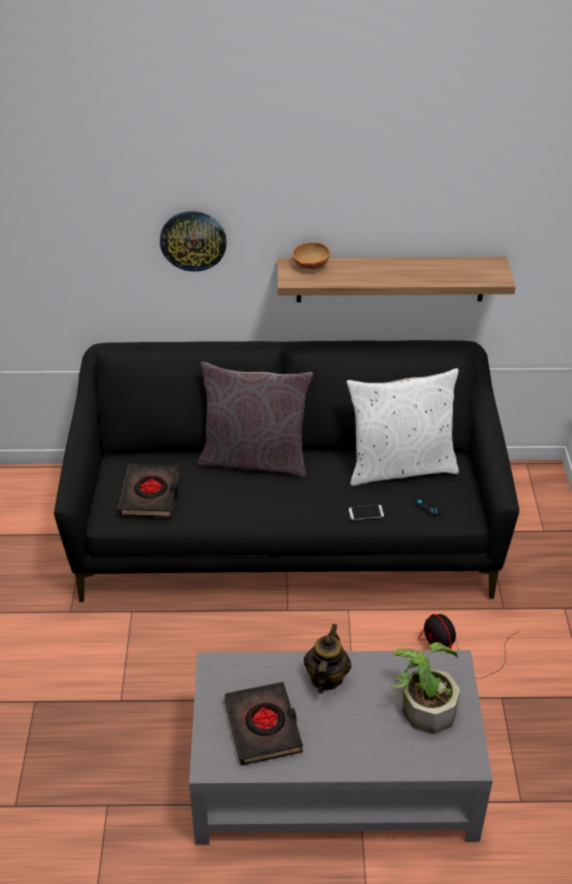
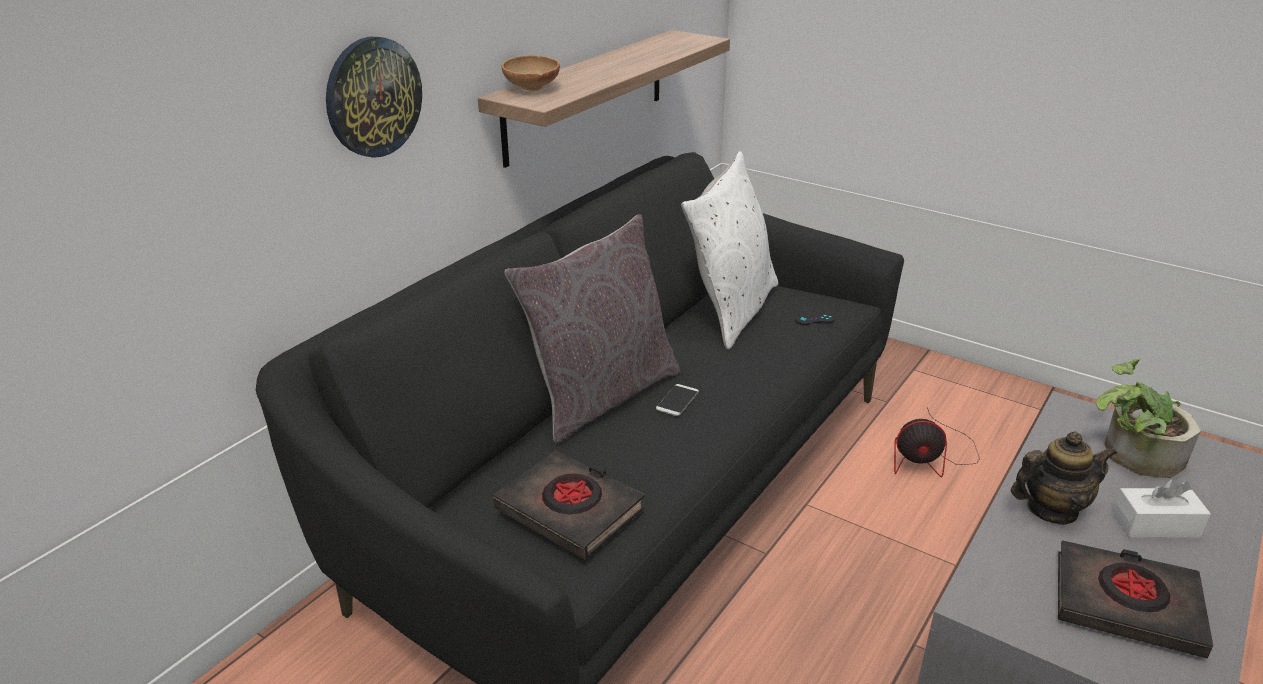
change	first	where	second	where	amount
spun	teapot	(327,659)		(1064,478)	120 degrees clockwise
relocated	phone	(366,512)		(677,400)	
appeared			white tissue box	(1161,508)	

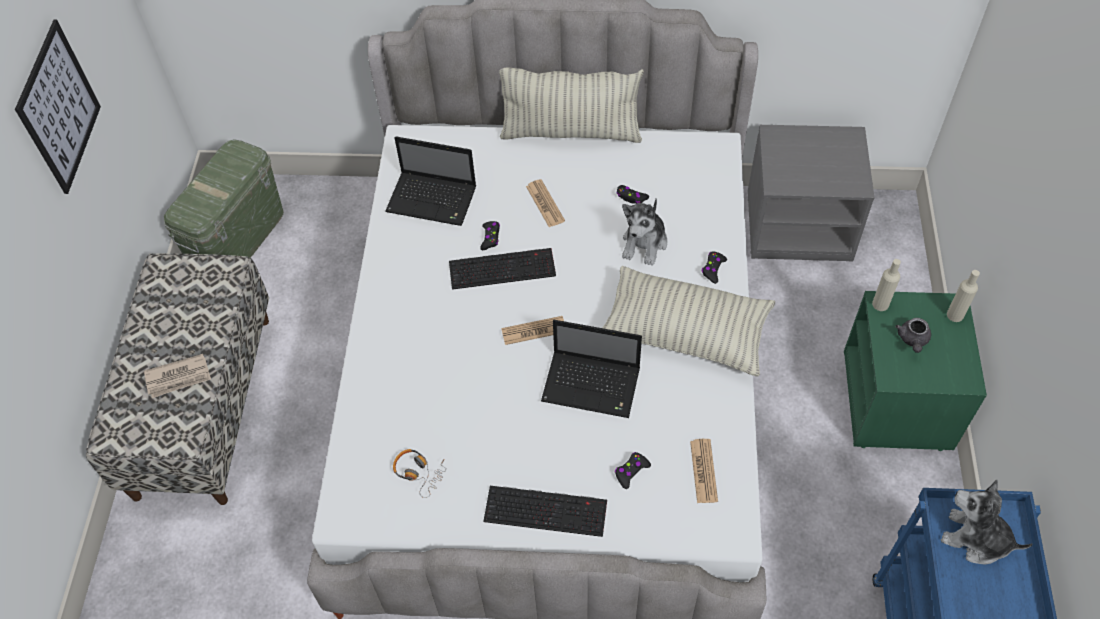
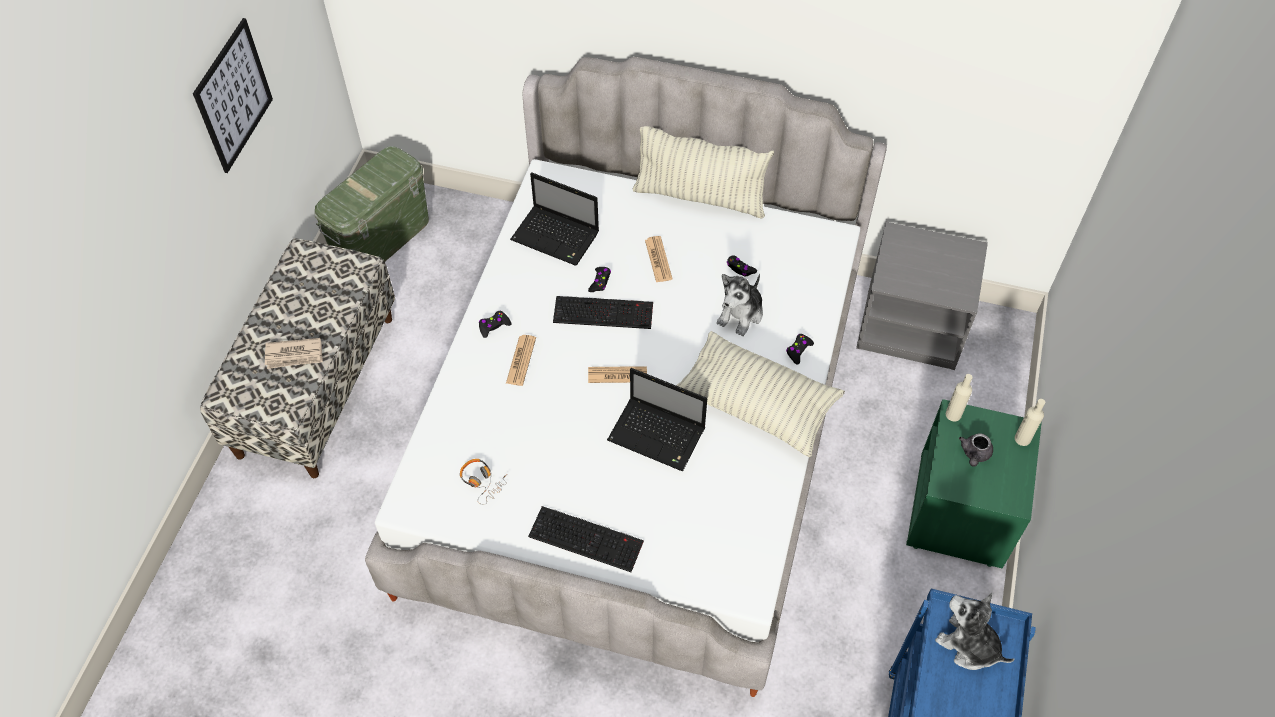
change	first	where	second	where	amount
relocated	black game controller	(633,470)		(495,324)	
relocated	newspaper	(704,471)		(521,360)	

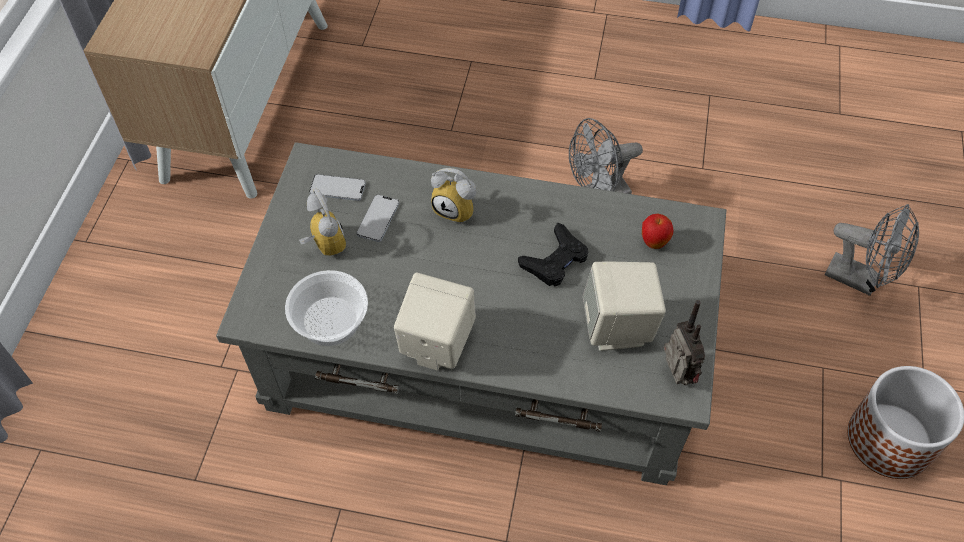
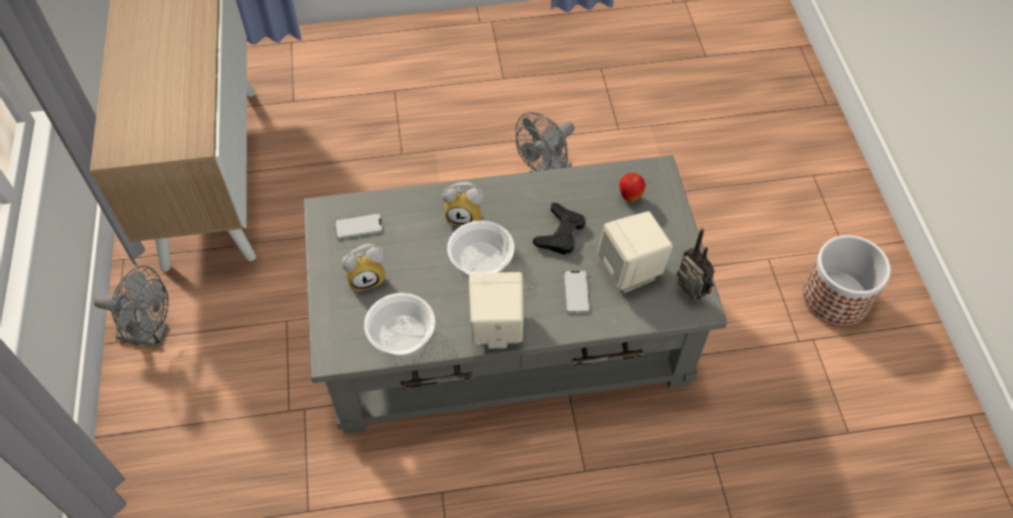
change	first	where	second	where	amount
spun	alarm clock	(322,222)		(363,268)	120 degrees clockwise
relocated	phone	(378,218)		(577,292)	
relocated	grey fan	(872,250)		(131,306)	
appeared			bowl	(481,249)	

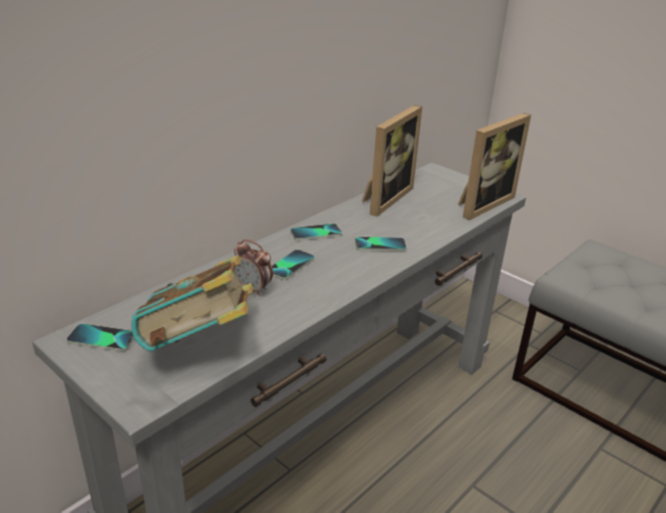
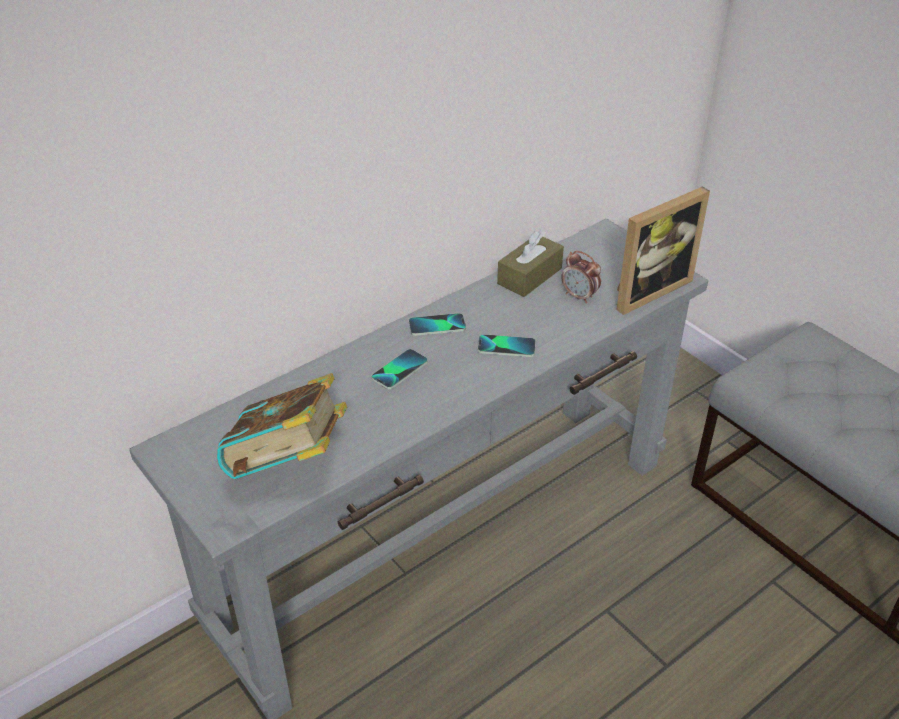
change	first	where	second	where	amount
missing	phone	(100,337)			
relocated	alarm clock	(253,267)		(581,277)	
exchanged	picture frame	(392,161)	brown tissue box	(530,263)	

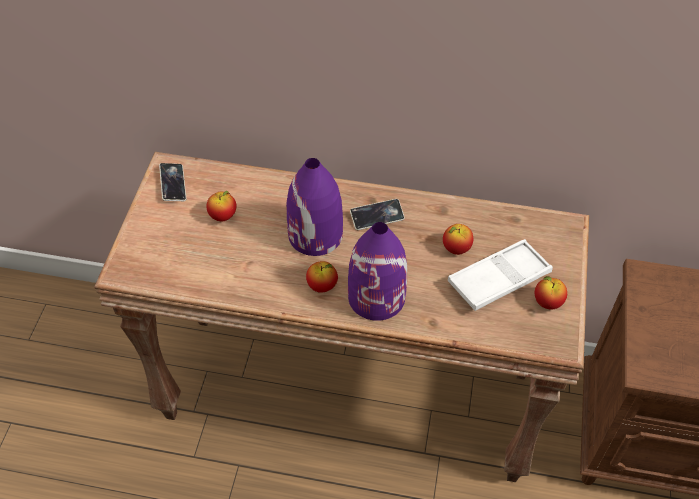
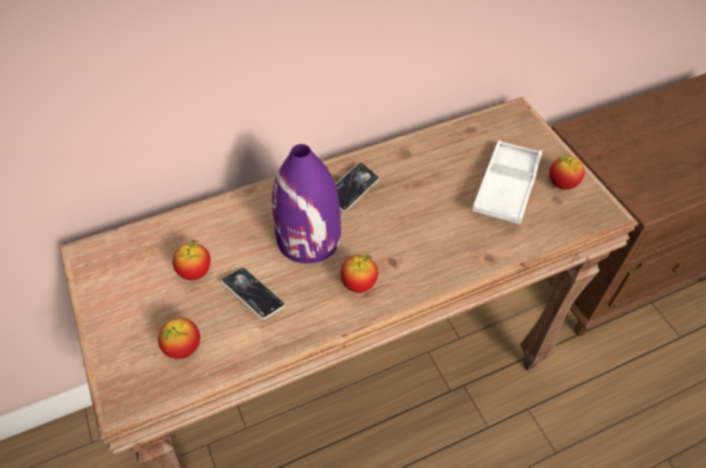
change	first	where	second	where	amount
relocated	phone	(172,182)		(253,294)	
missing	purple vase	(377,271)			
relocated	apple	(458,239)		(179,338)	

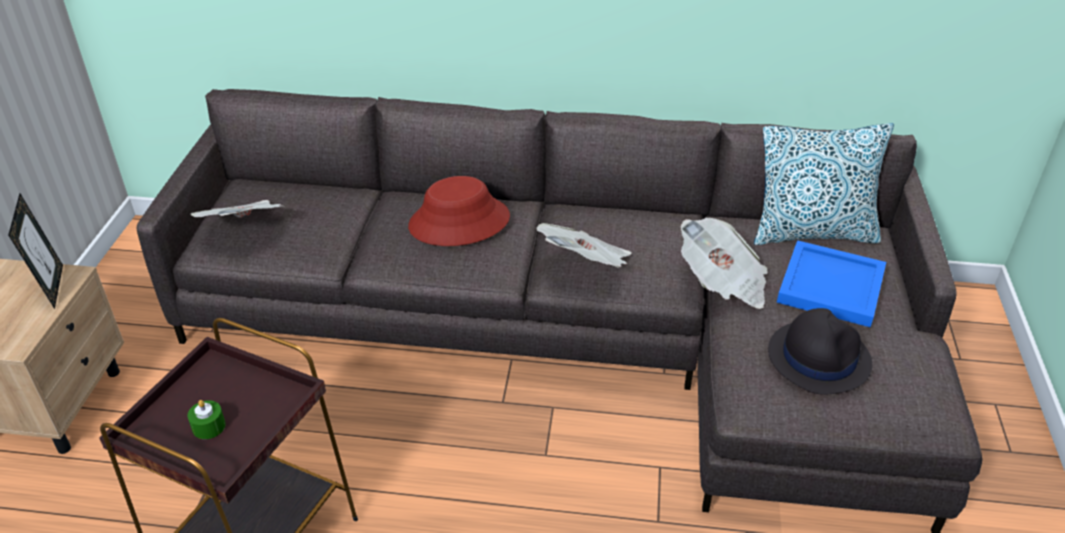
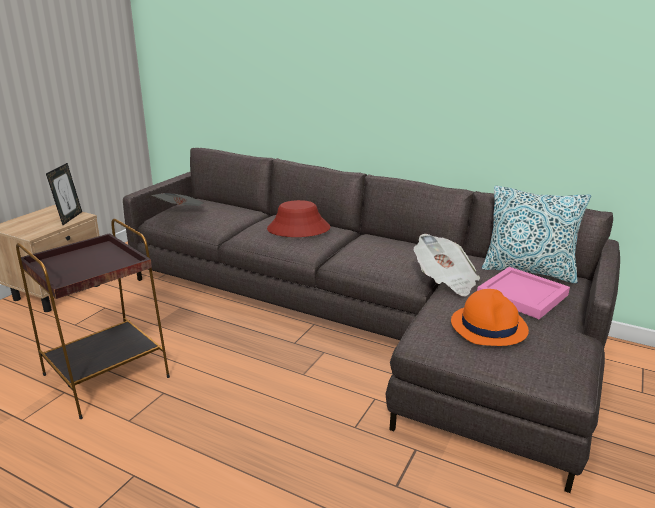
change	first	where	second	where	amount
missing	green candle	(206,419)			
missing	newspaper	(584,245)			
colour	black hat	(820,351)	orange hat	(490,317)	
colour	blue tray	(831,284)	pink tray	(523,293)	

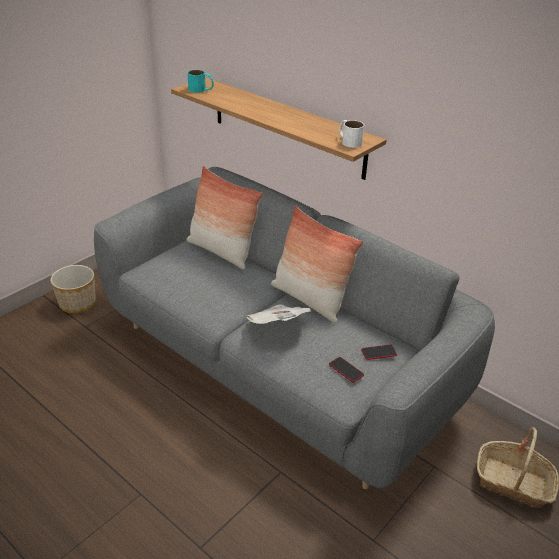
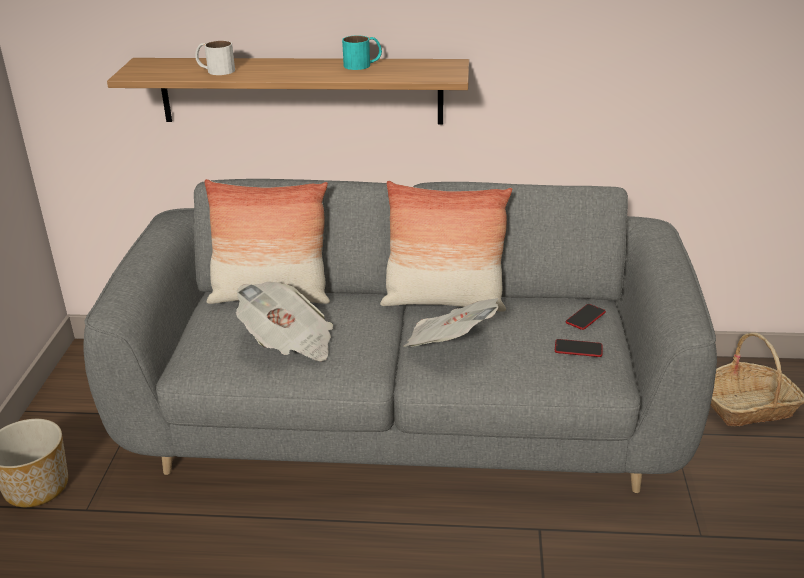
change	first	where	second	where	amount
relocated	turquoise mug	(201,81)		(362,53)	
relocated	white mug	(351,134)		(215,58)	
appeared			newspaper	(284,321)	

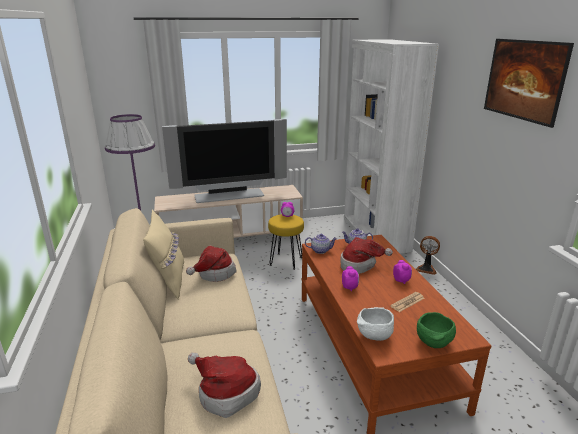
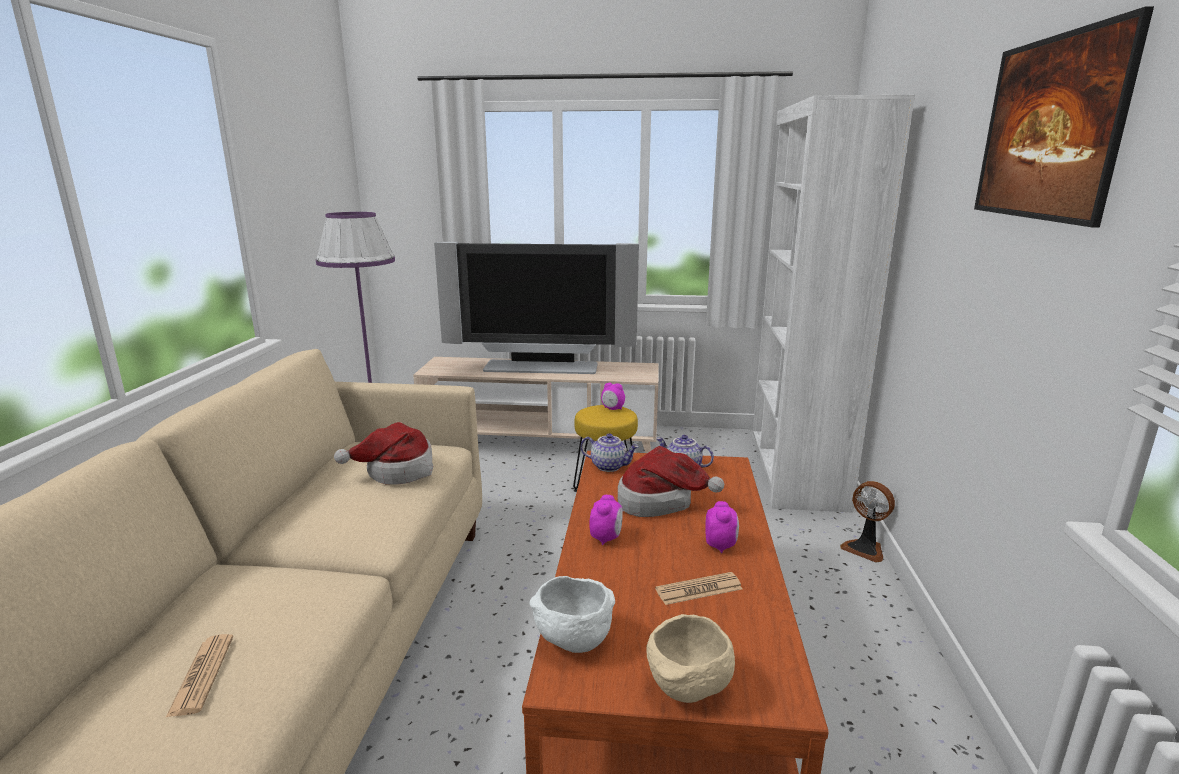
change	first	where	second	where	amount
missing	beige pillow	(163,254)			
exchanged	hat	(224,385)	newspaper	(199,676)	
colour	green bowl	(436,330)	beige bowl	(690,658)	

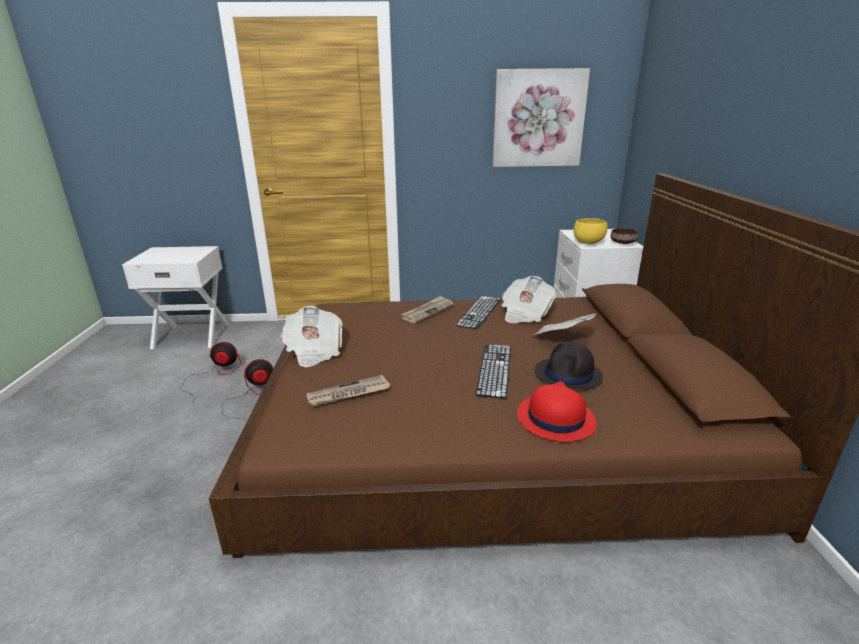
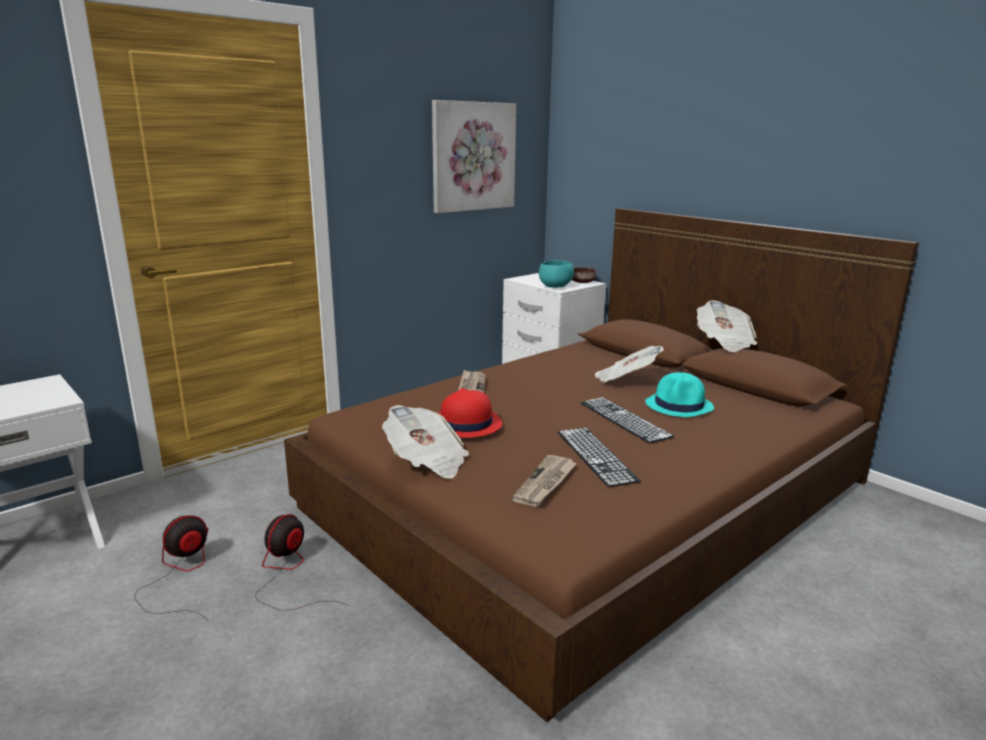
change	first	where	second	where	amount
relocated	keyboard	(478,312)		(599,457)	
relocated	newspaper	(529,299)		(727,326)	
relocated	red hat	(556,411)		(470,413)	
colour	black hat	(569,366)	turquoise hat	(679,394)	
colour	yellow bowl	(590,231)	turquoise bowl	(556,274)	

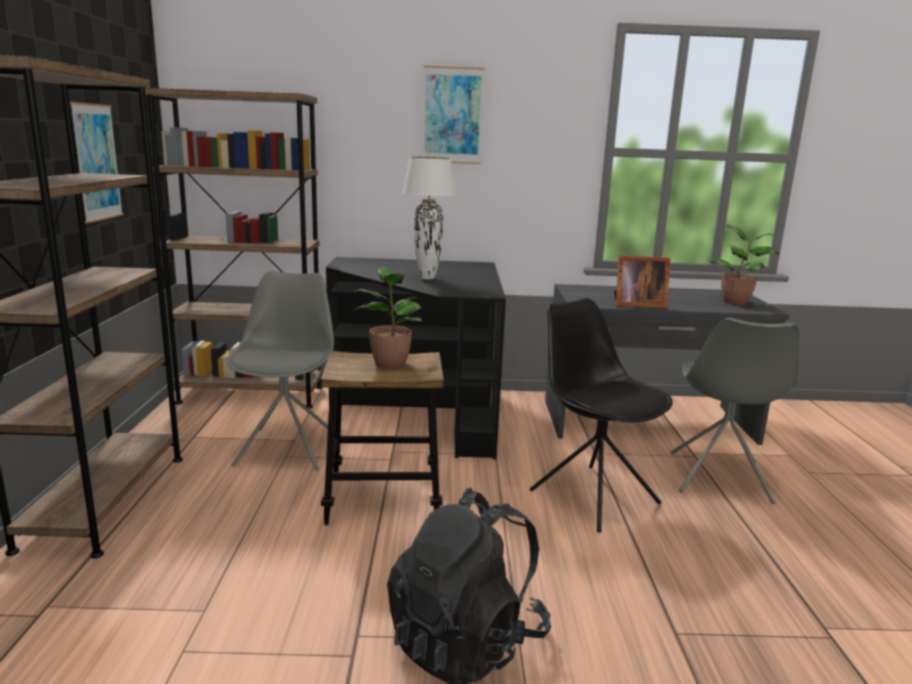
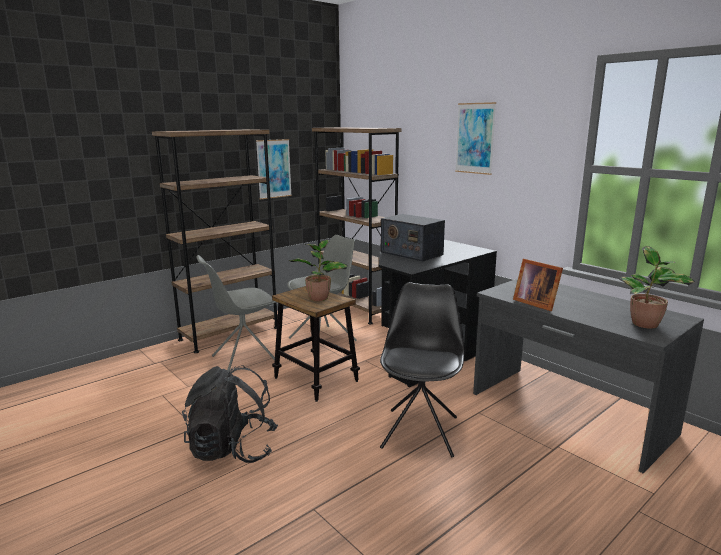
change	first	where	second	where	amount
exchanged	white table lamp	(429,218)	radio	(413,237)	
relocated	grey chair	(734,411)		(236,313)	

